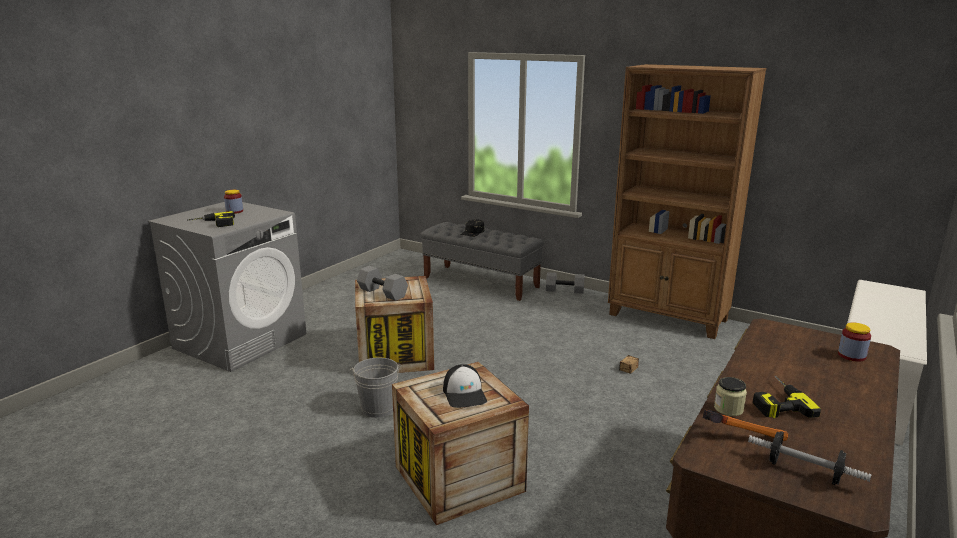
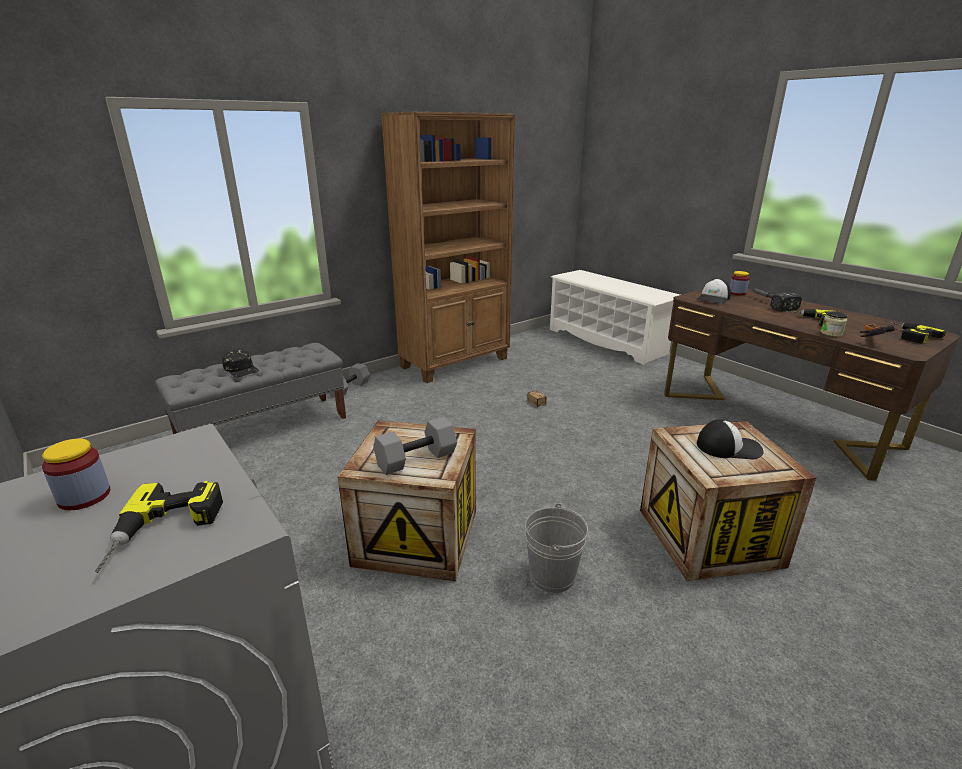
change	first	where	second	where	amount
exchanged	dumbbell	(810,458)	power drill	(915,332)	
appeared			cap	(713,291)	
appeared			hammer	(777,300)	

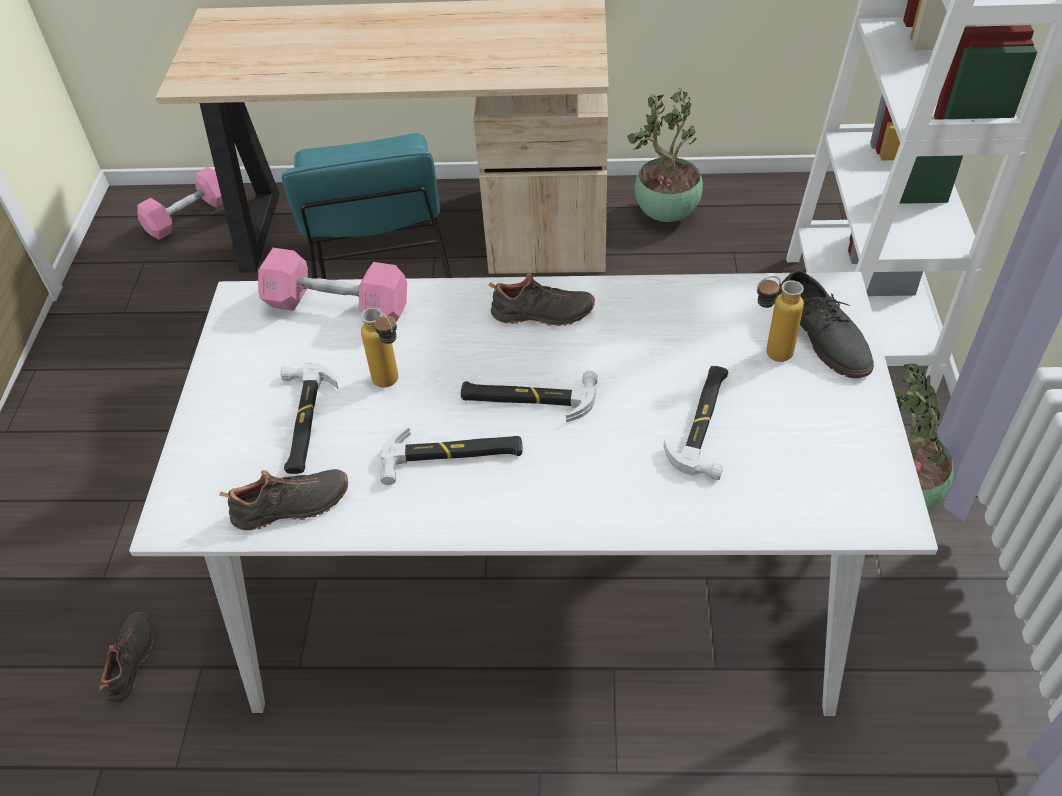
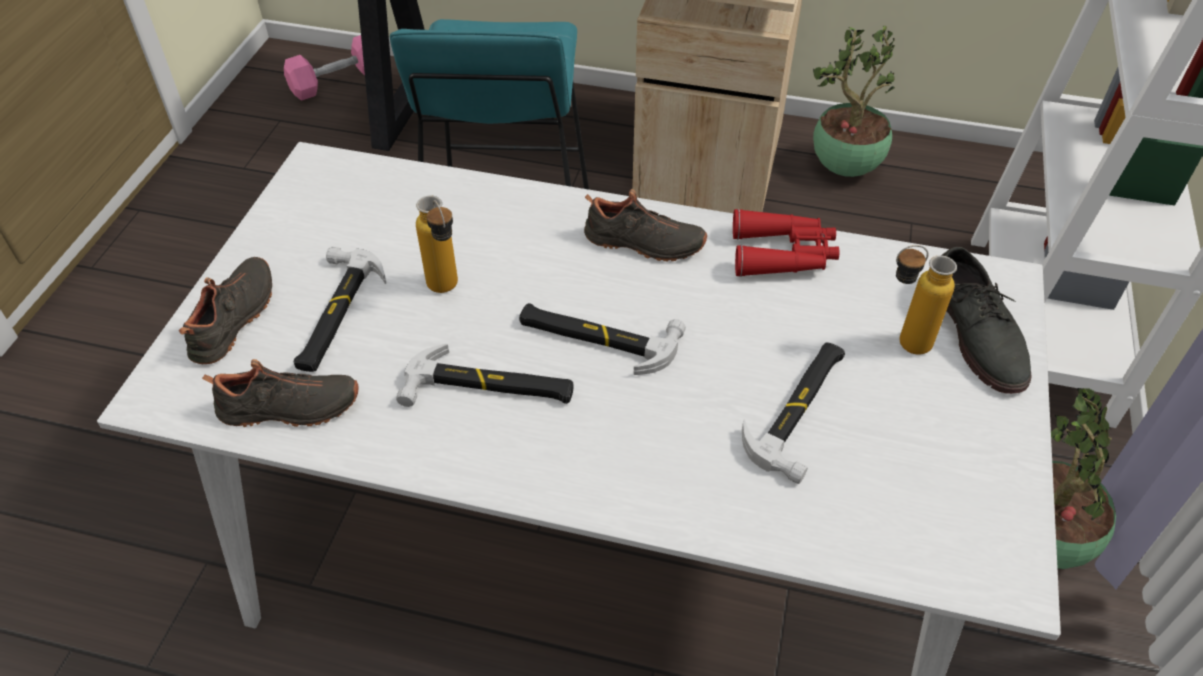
change	first	where	second	where	amount
relocated	black shoe	(126,657)		(225,310)	
missing	pink dumbbell	(332,284)			
appeared			red binoculars	(786,243)	

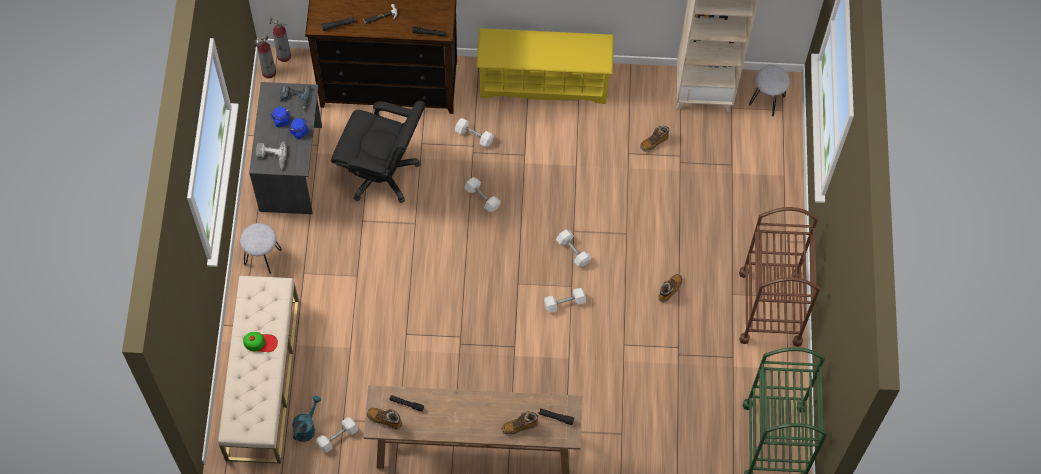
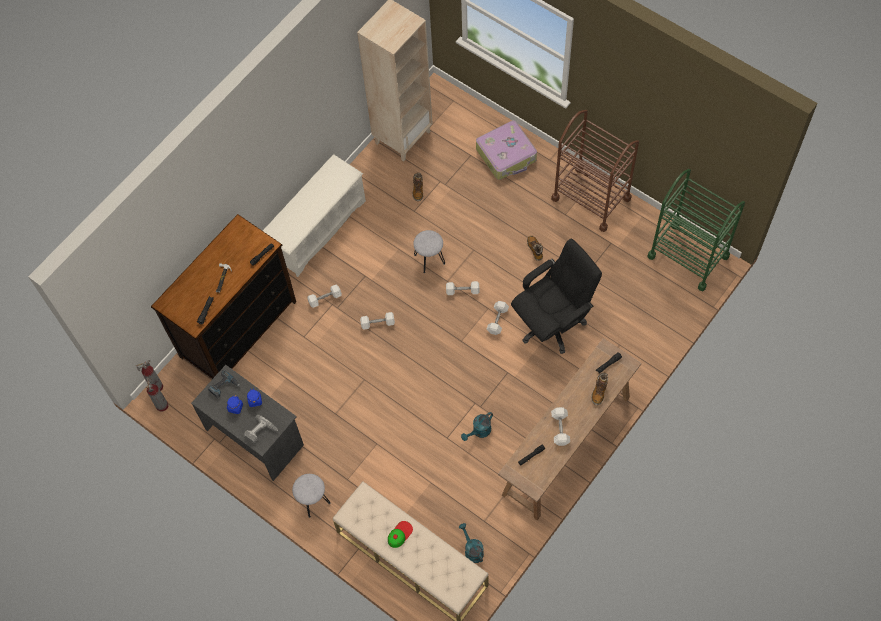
change	first	where	second	where	amount
relocated	white dumbbell	(337,435)		(560,426)	
relocated	black office chair	(378,152)		(556,296)	
missing	boot	(384,419)			
colour	yellow shoe rack	(545,66)	white shoe rack	(314,215)	
relocated	grey stool	(769,90)		(429,251)	
appeared			turquoise watering can	(477,426)	
appeared			suitcase	(506,150)	

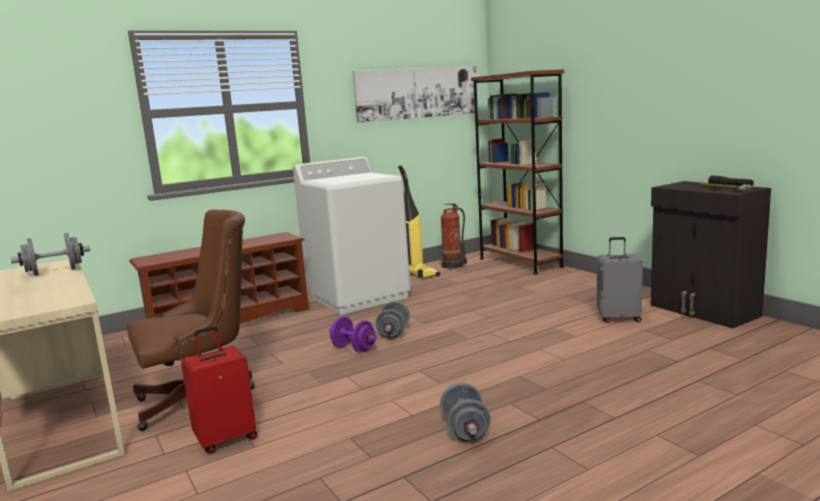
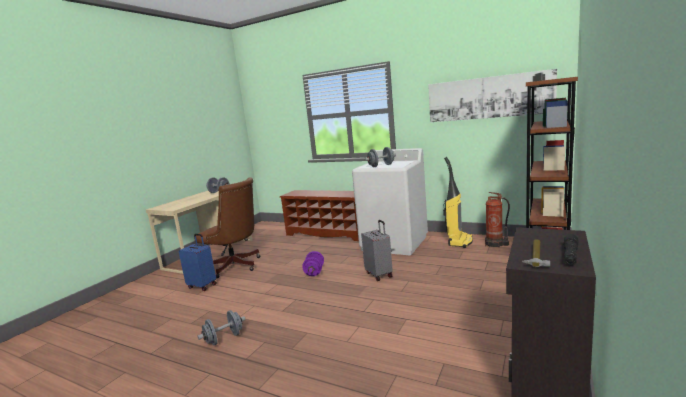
change	first	where	second	where	amount
colour	red suitcase	(219,389)	blue suitcase	(198,262)	
relocated	grey dumbbell	(392,320)		(380,157)	
relocated	grey suitcase	(620,280)		(377,250)	

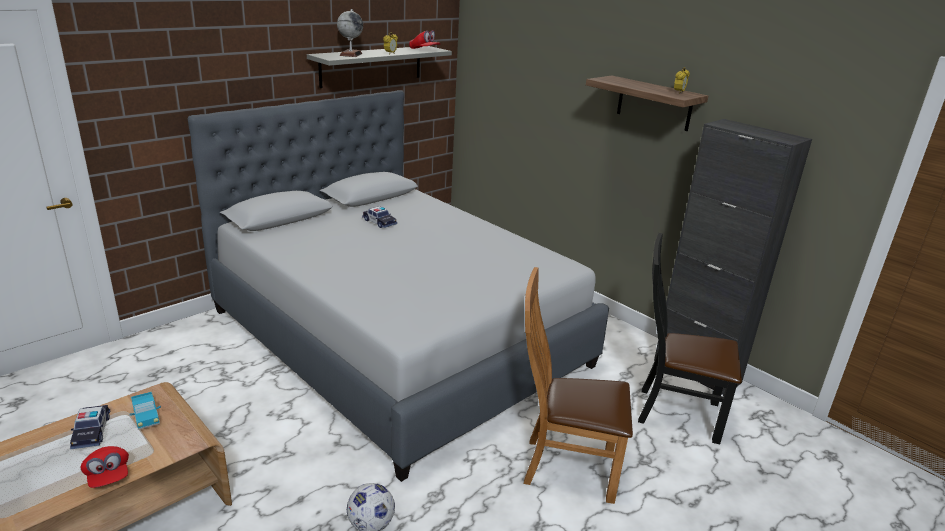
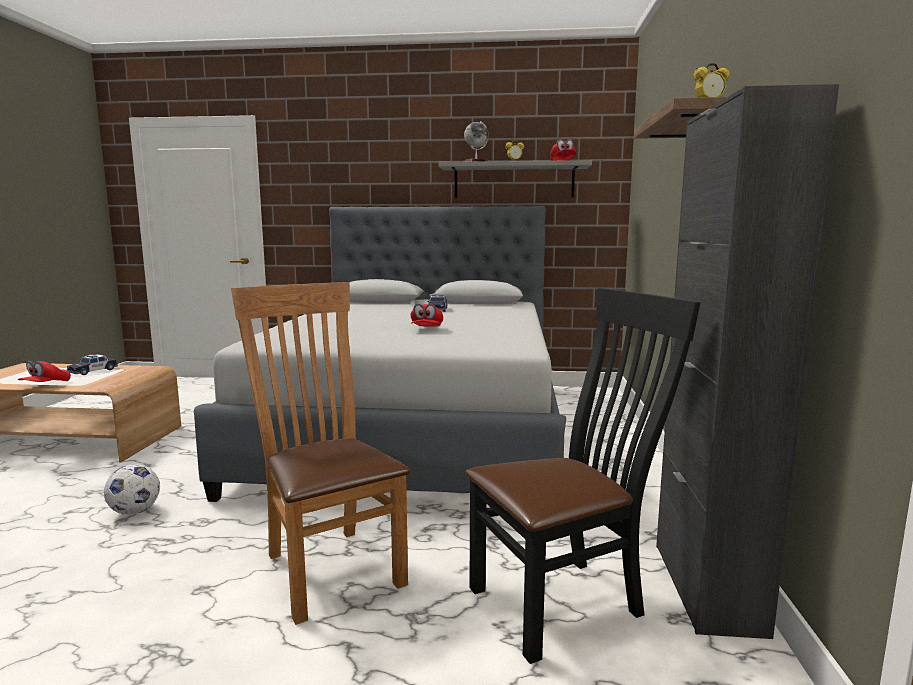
change	first	where	second	where	amount
missing	toy truck	(145,411)			
spun	black chair	(690,338)		(583,476)	90 degrees clockwise
appeared			red cap	(427,315)	

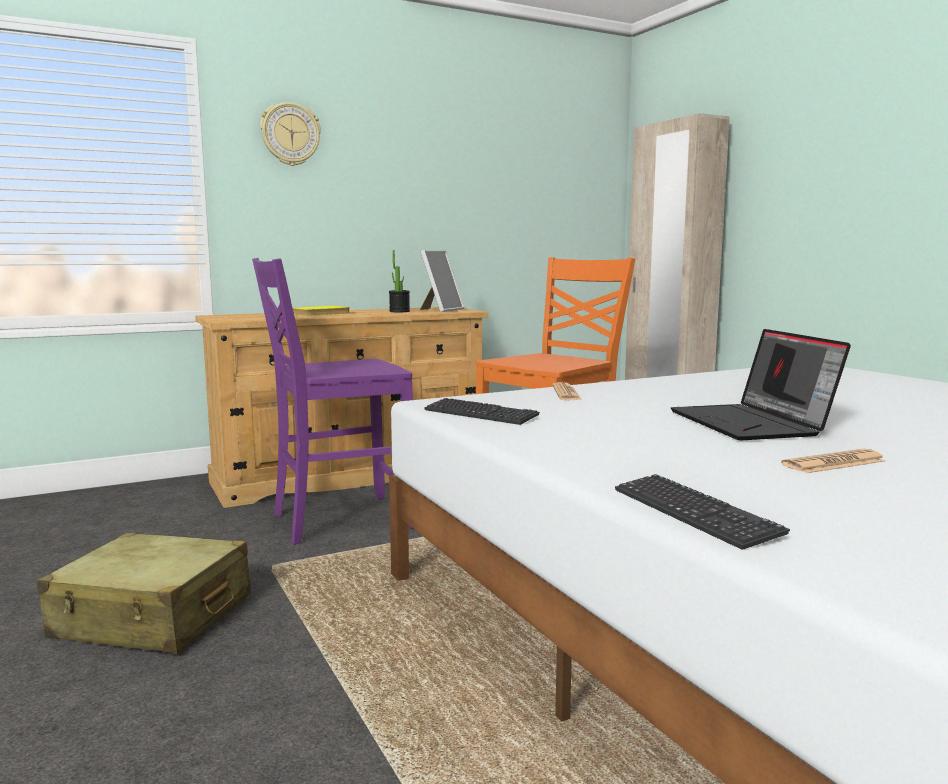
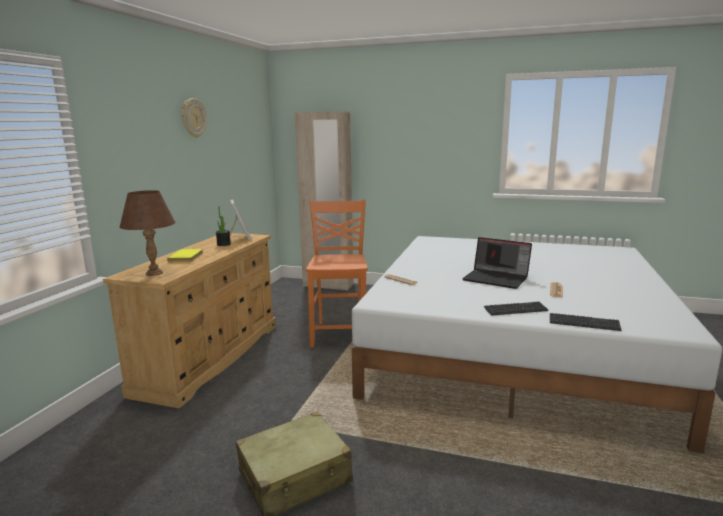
change	first	where	second	where	amount
missing	purple chair	(332,401)			
relocated	wall clock	(290,134)		(194,118)	
relocated	keyboard	(482,411)		(516,308)	
appeared			brown table lamp	(147,233)	

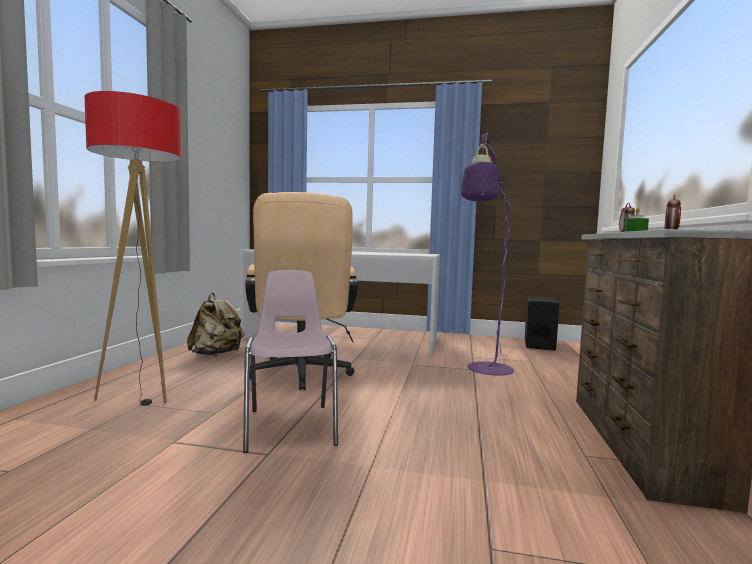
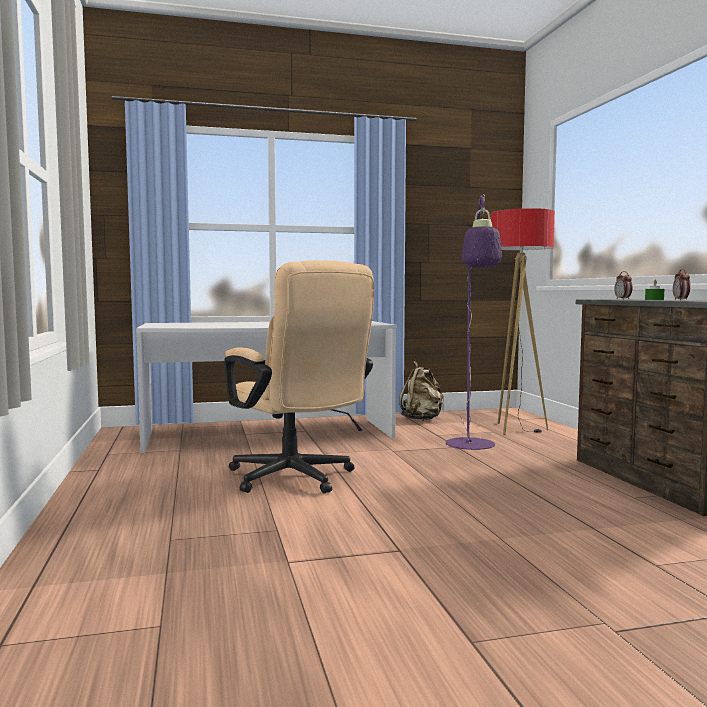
change	first	where	second	where	amount
relocated	floor lamp	(133,248)		(522,321)	
relocated	beige backpack	(216,324)		(421,391)	
missing	pink chair	(290,361)			
missing	black speaker	(542,323)			

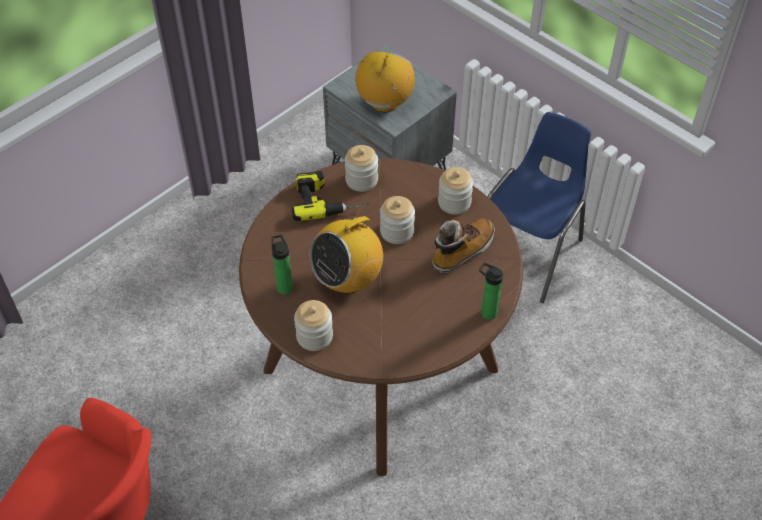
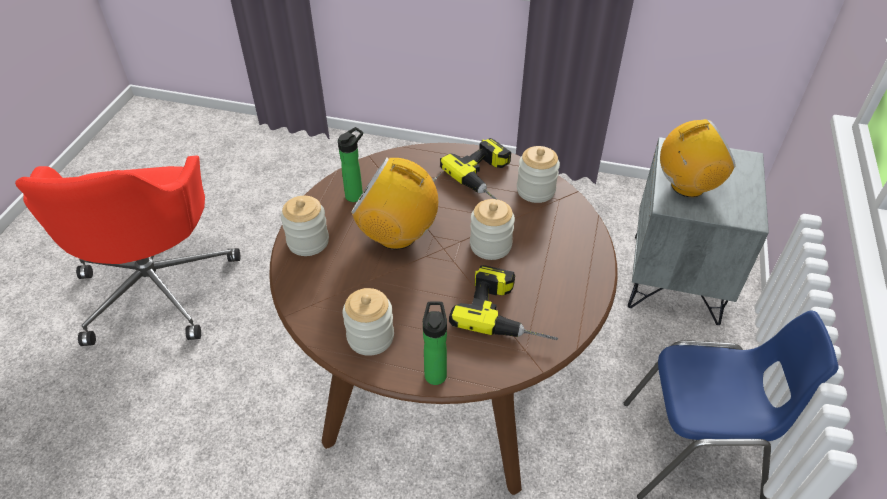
change	first	where	second	where	amount
exchanged	boot	(463,245)	power drill	(503,302)	
relocated	jar	(455,191)		(368,322)	

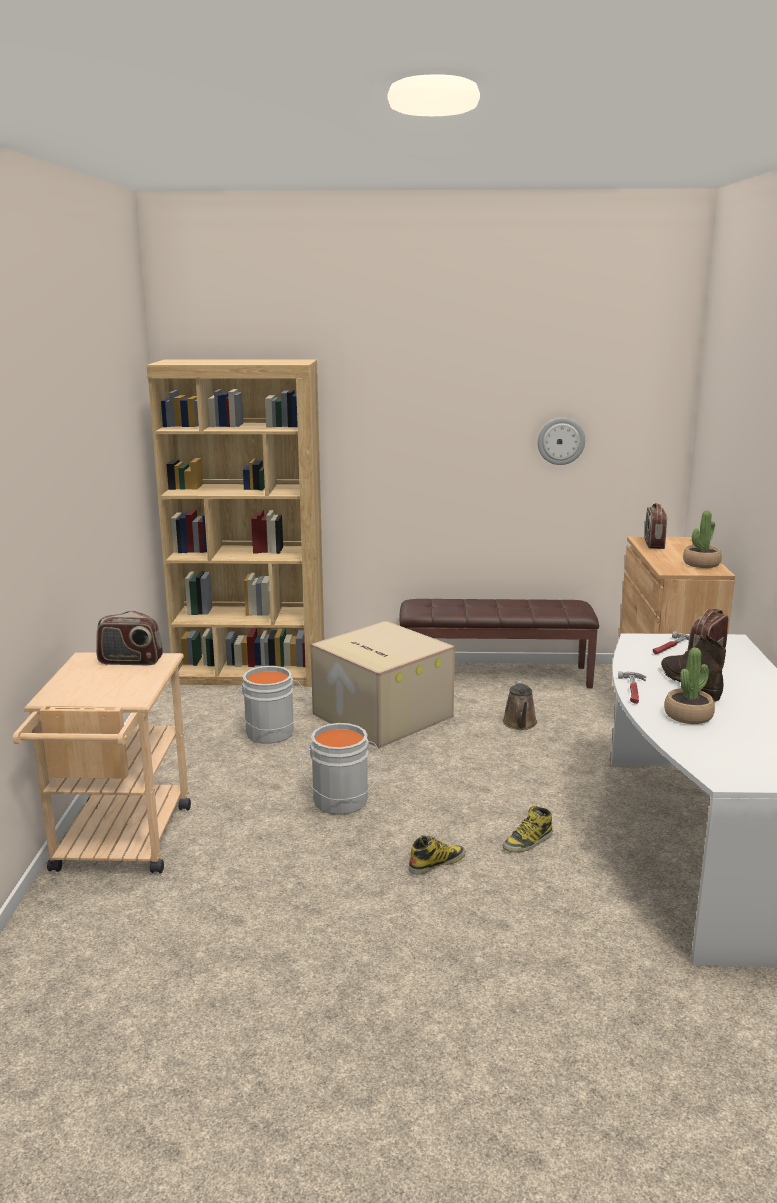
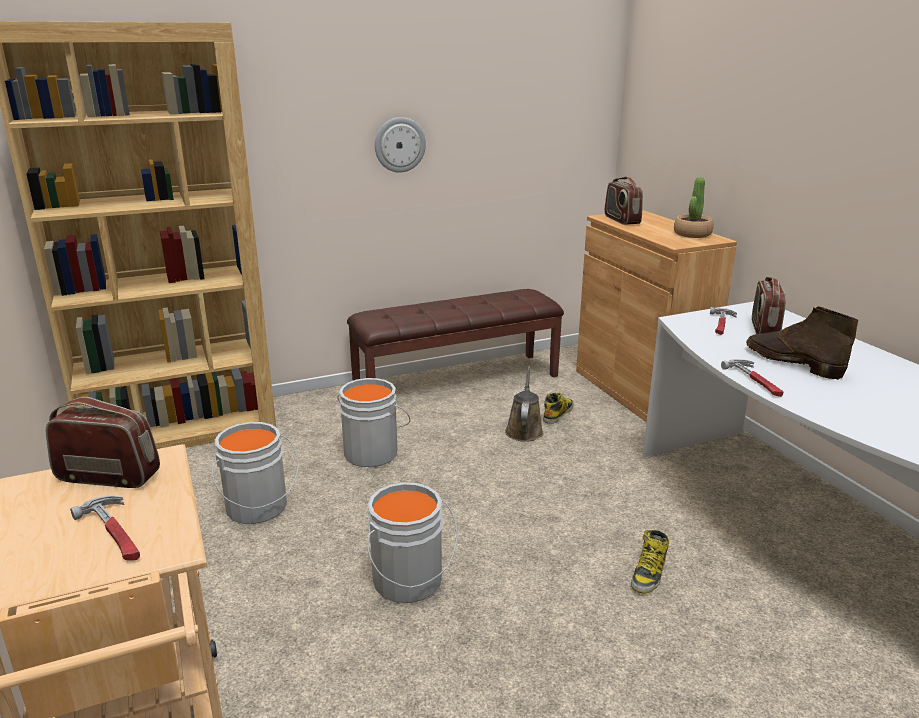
change	first	where	second	where	amount
spun	radio	(129,638)		(103,442)	150 degrees counterclockwise
exchanged	cardboard box	(383,684)	grey bucket	(373,422)	
relocated	boot	(437,855)		(558,408)	
spun	brown watering can	(519,705)		(524,404)	150 degrees counterclockwise
relocated	wall clock	(561,441)		(400,145)	
missing	potted plant	(689,685)			
appeared			hammer	(105,528)	

